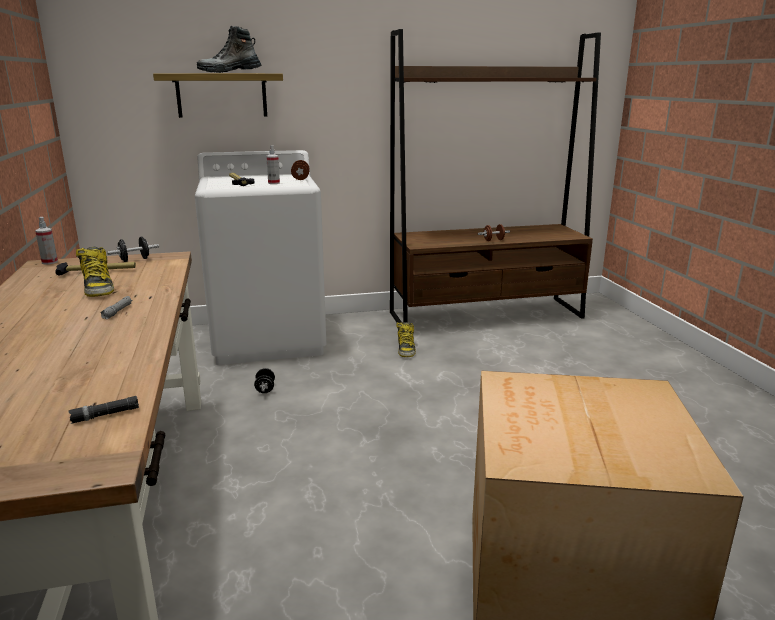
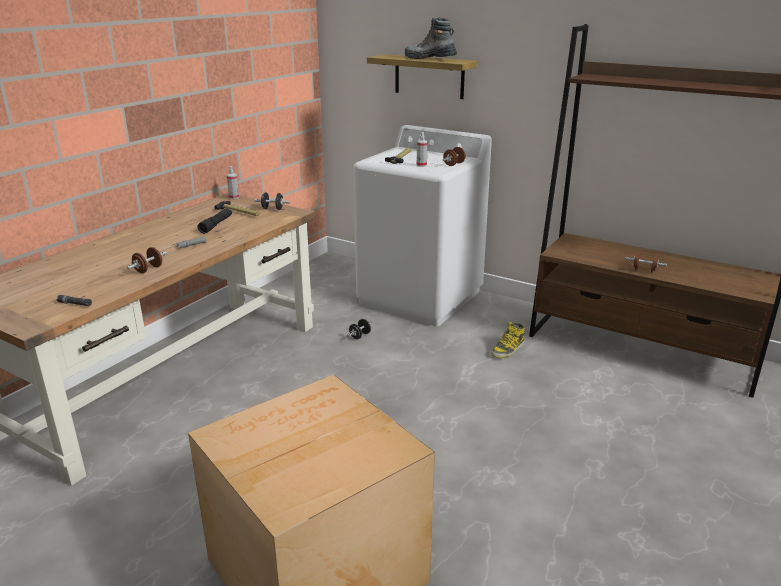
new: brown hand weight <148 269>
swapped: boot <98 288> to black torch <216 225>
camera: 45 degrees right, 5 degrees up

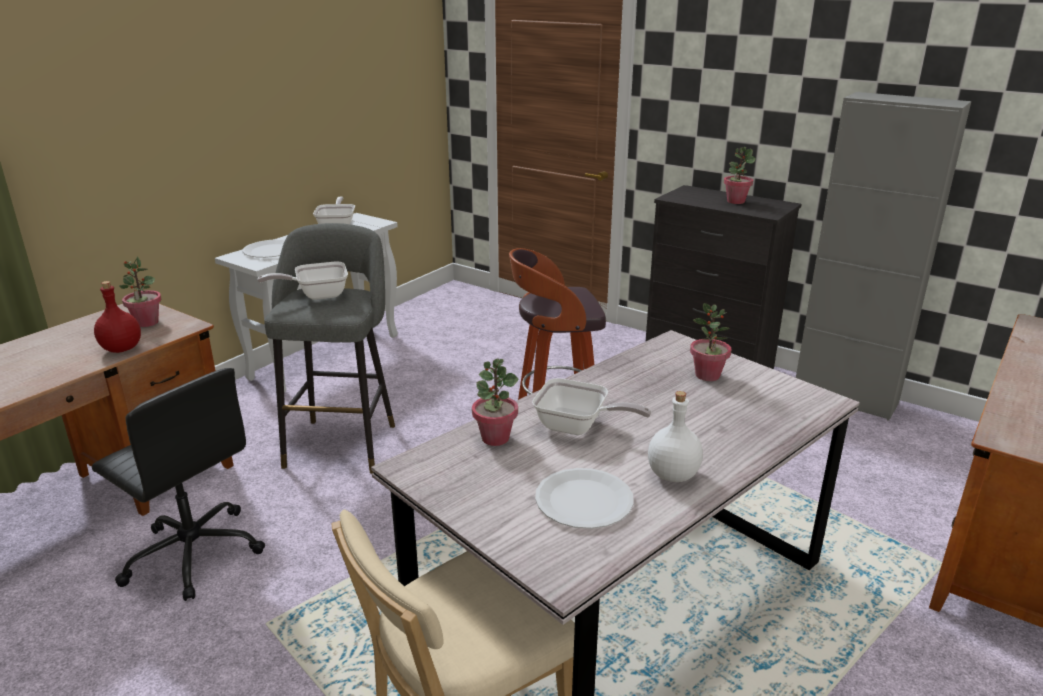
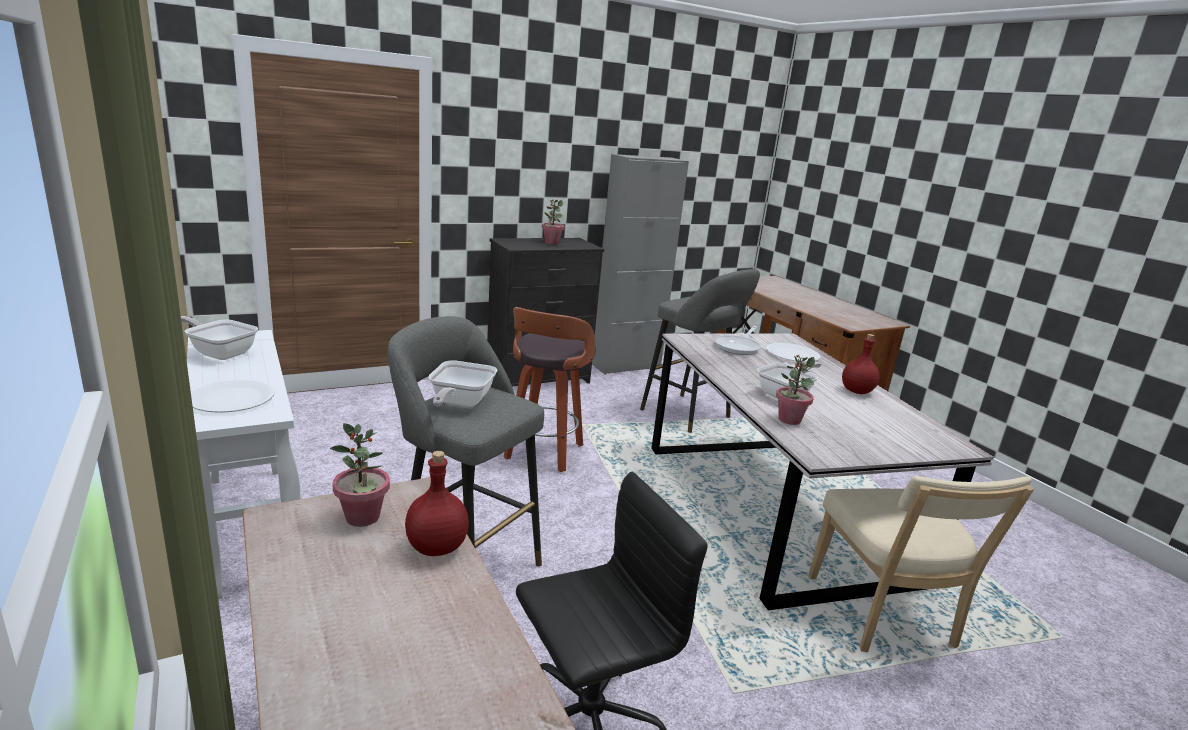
new: greyish stool seat <689 415>
shifted: white dinner plate <584 500> to <792 354>
swapped: houseplant <707 375> to frying pan <739 347>
repainted: white beverage bottle <672 474> to red beverage bottle <856 391>
camera: 65 degrees left, 5 degrees down

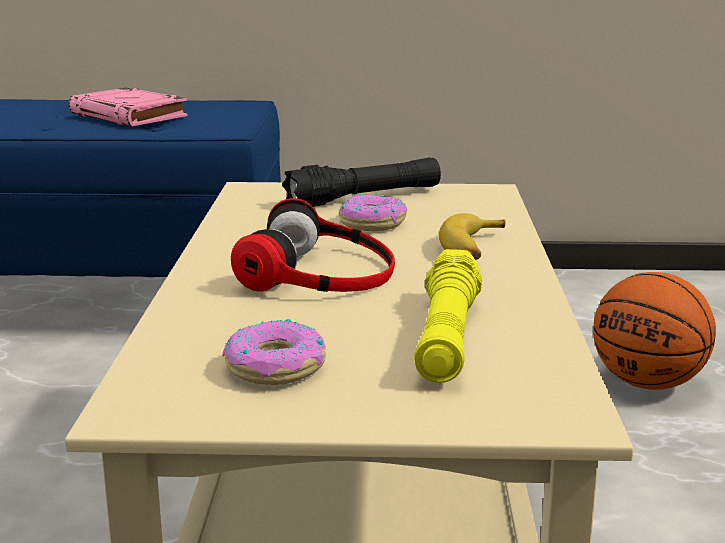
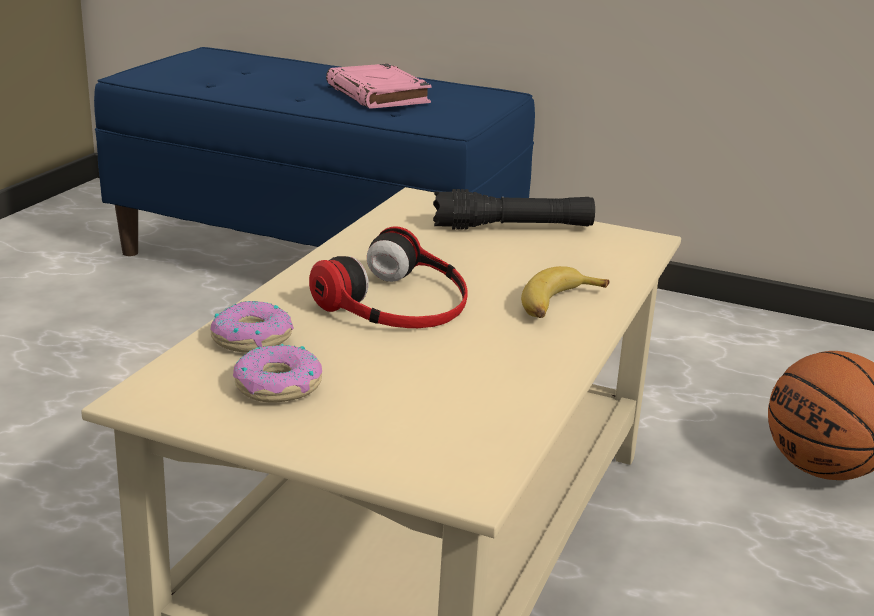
gone: yellowish torch <447 336>
shifted: doughnut <372 223> to <251 338>
camera: 20 degrees right, 5 degrees up

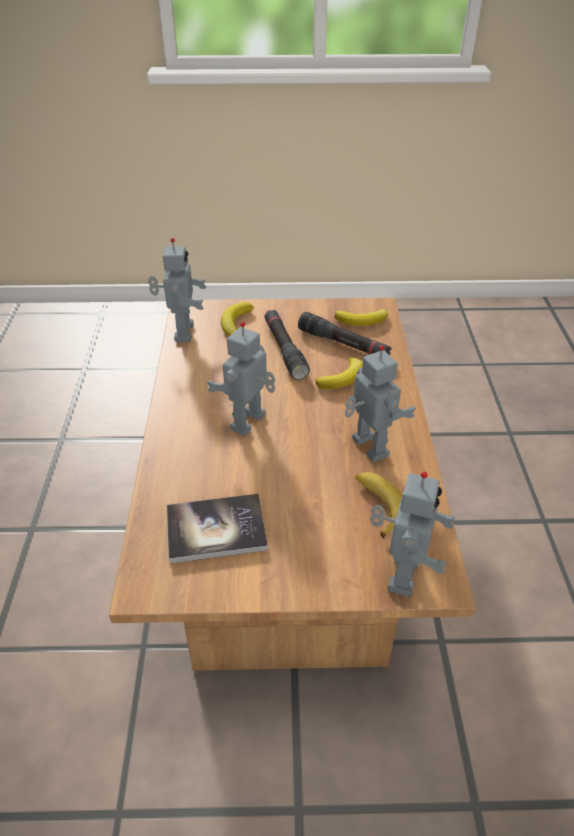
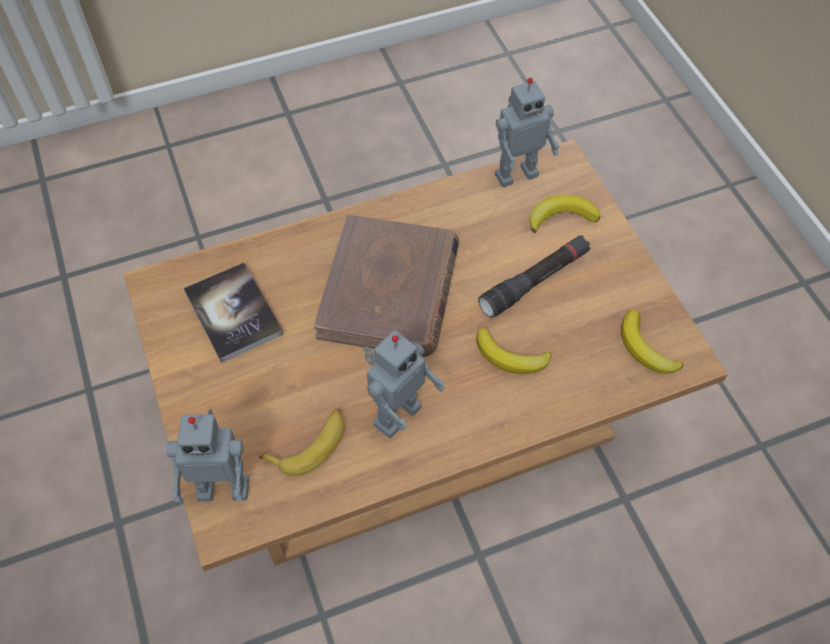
gone: black torch <343 344>
swapped: toy robot <250 423> to brown book <389 290>
camera: 70 degrees right, 15 degrees up

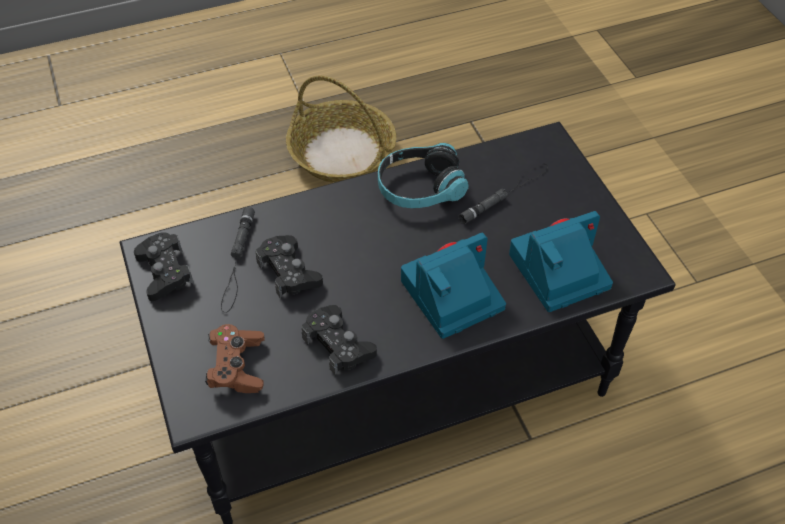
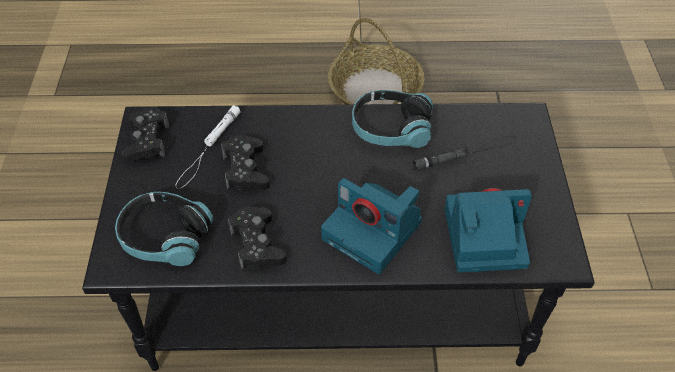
swapped: brown game controller <237 367> to headset <165 237>
repainted: black torch <238 261> to white torch <208 149>
rotated: still camera <450 296> = <374 231> 135 degrees counterclockwise
camera: 20 degrees right, 0 degrees up

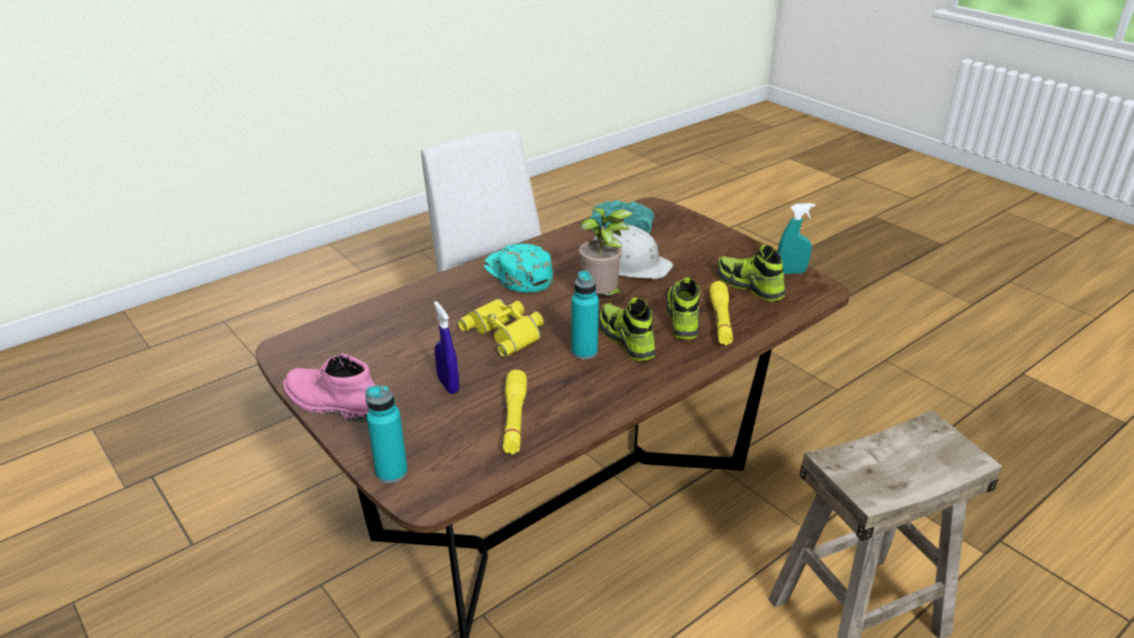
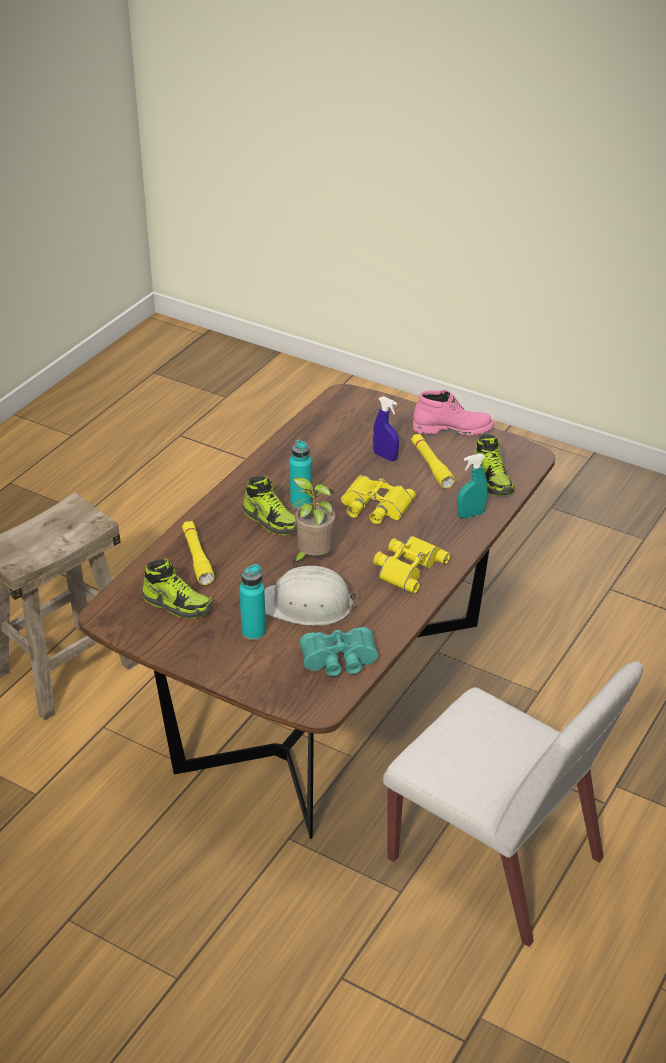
shifted: turquoise-coloured hand sprayer <791 272> to <471 514>; low shoe <682 318> to <492 480>; yellowish torch <514 419> to <431 466>; turquoise-coloured beverage bottle <391 472> to <253 632>
swapped: turquoise-coloured baseball cap <517 273> to yellowish binoculars <407 567>
camera: 160 degrees right, 5 degrees up

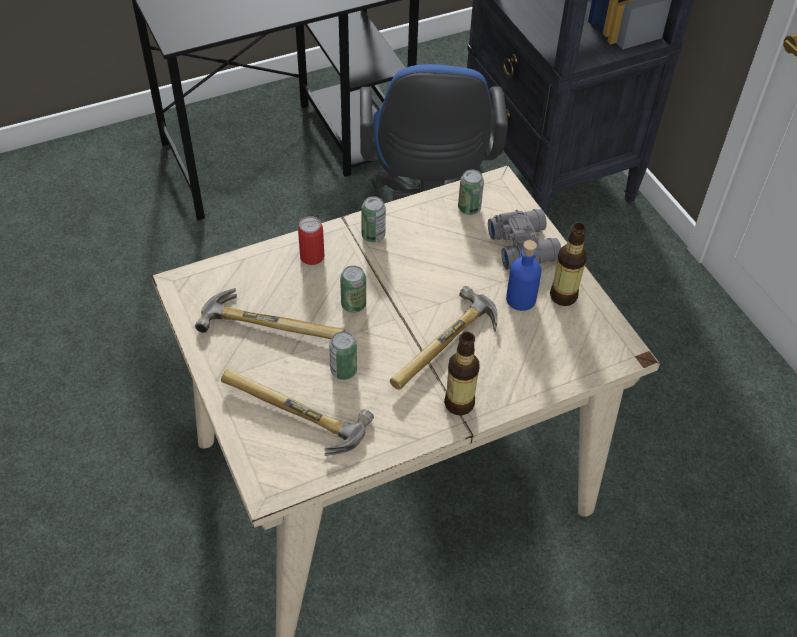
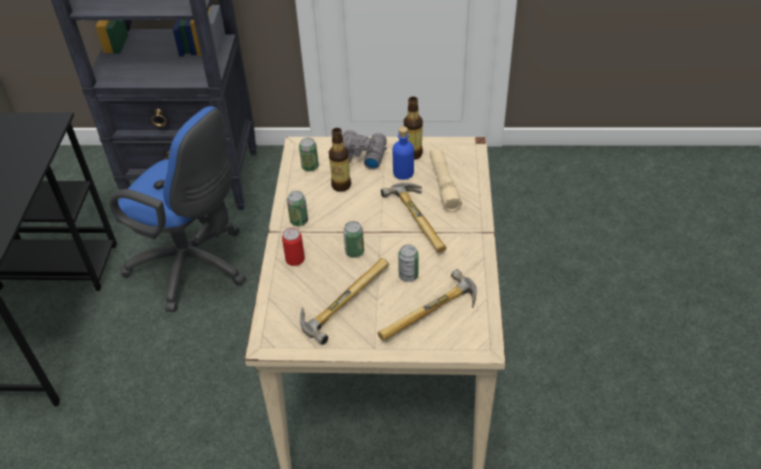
new: sand-coloured torch <443 184>
shifted: beverage bottle <459 403> to <341 185>
camera: 60 degrees left, 5 degrees down

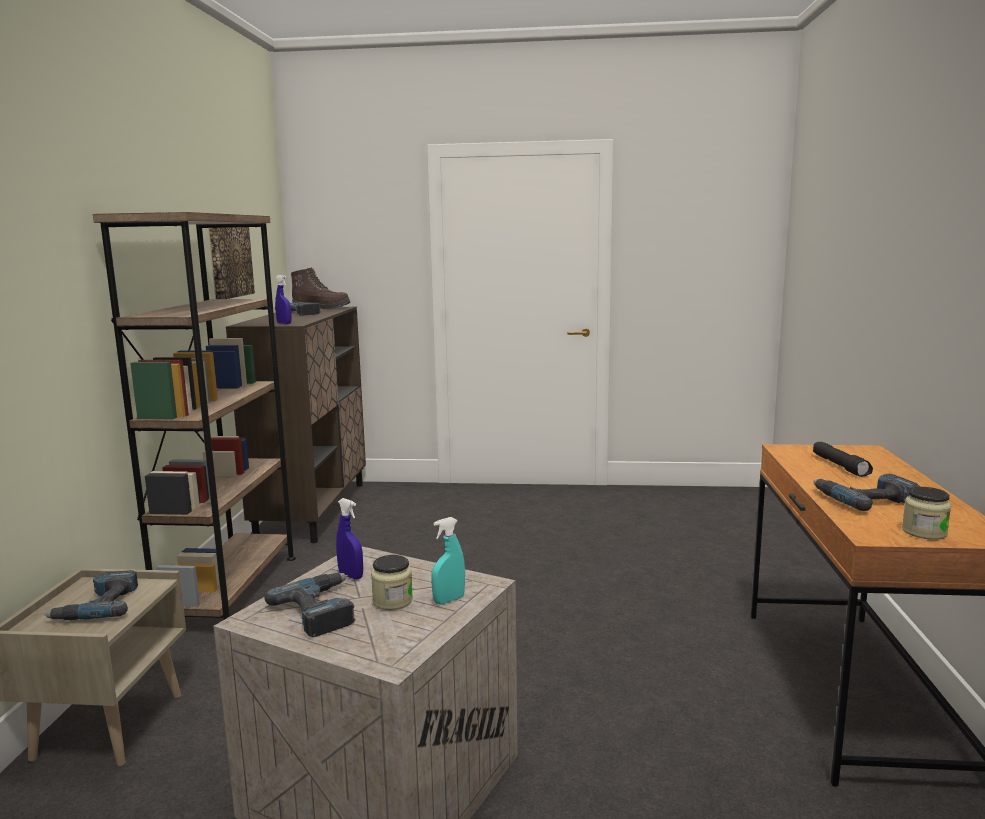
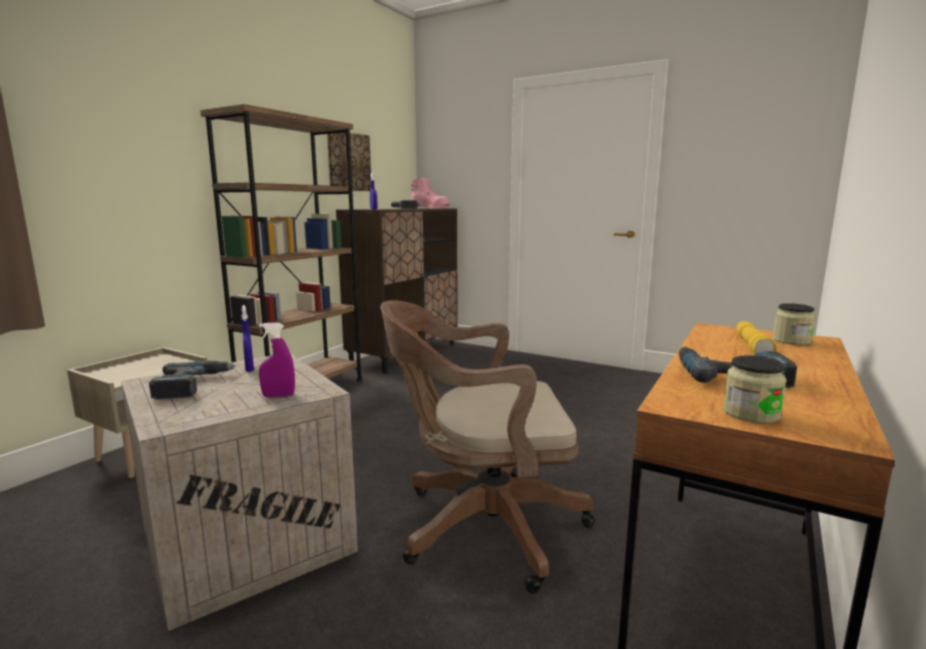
gone: drill <98 605>
new: brown computer chair <481 526>
shifted: storage jar <392 601> to <791 341>
repainted: brown boot <322 308> to pink-coloured boot <430 208>; black torch <840 466> to yellowish torch <753 347>; turquoise-coloured hand sprayer <449 600> to purple-coloured hand sprayer <278 396>
camera: 25 degrees right, 0 degrees up

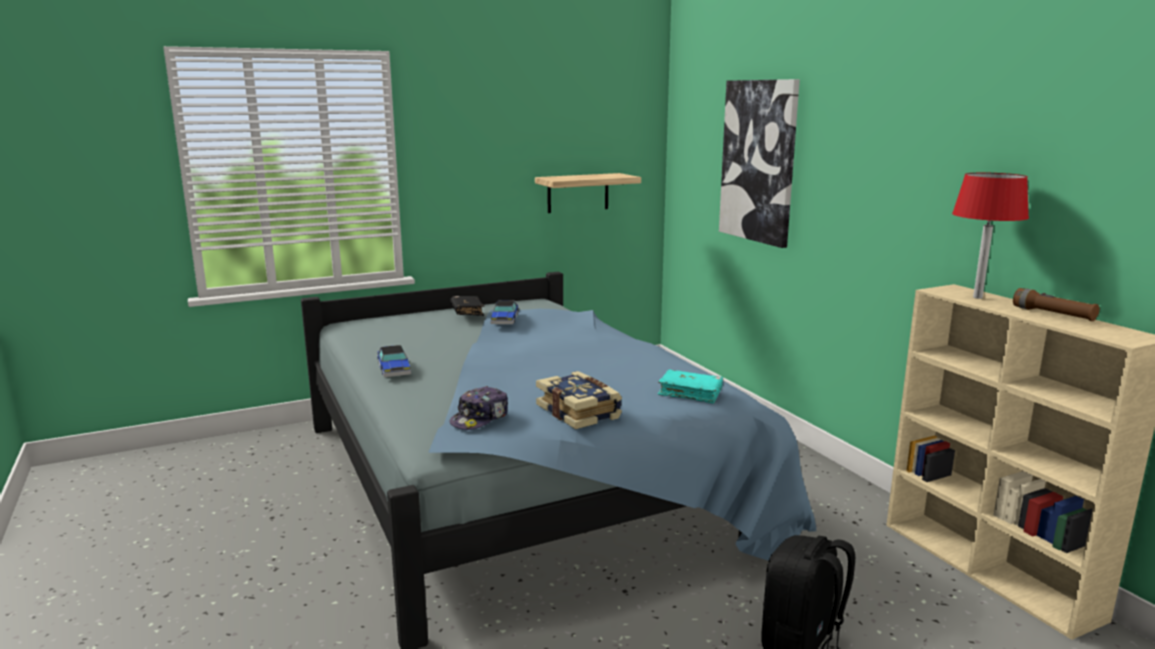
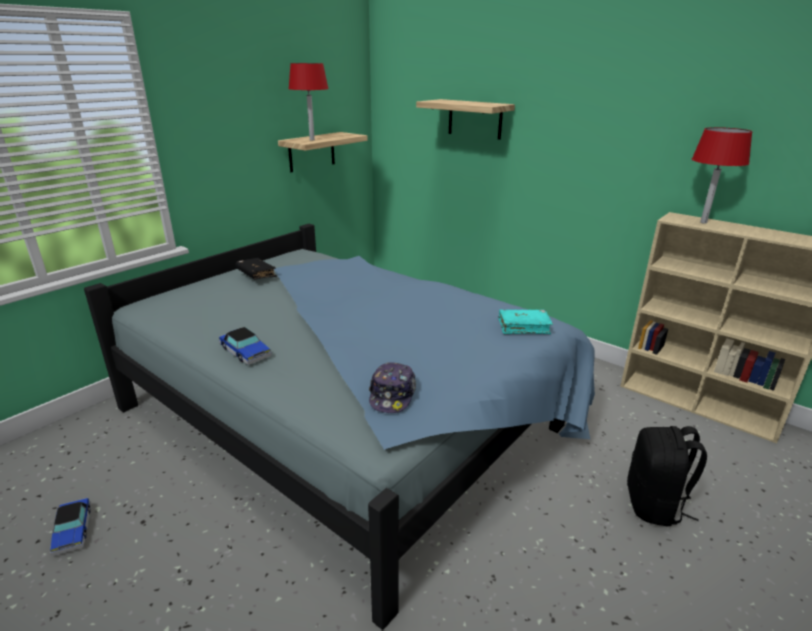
gone: brown torch <1053 314>; book <579 412>
new: red lamp for a table <312 140>
shifted: toy car <505 319> to <73 530>
swapped: wall art <758 161> to wall shelf <475 119>
camera: 25 degrees left, 10 degrees up

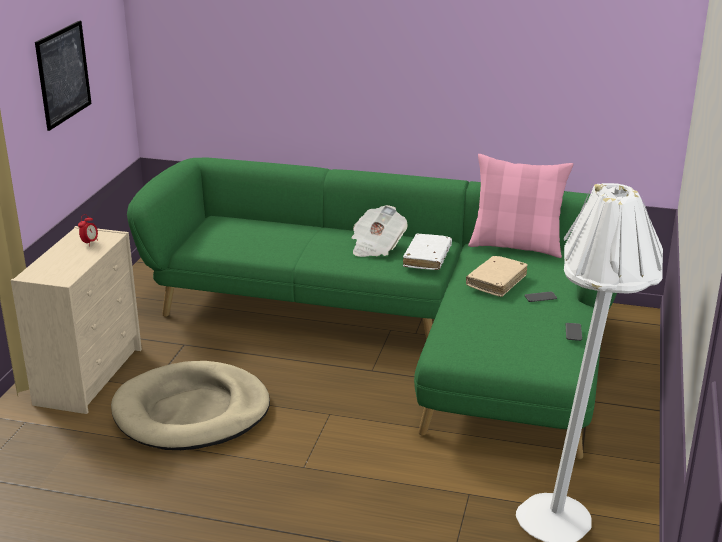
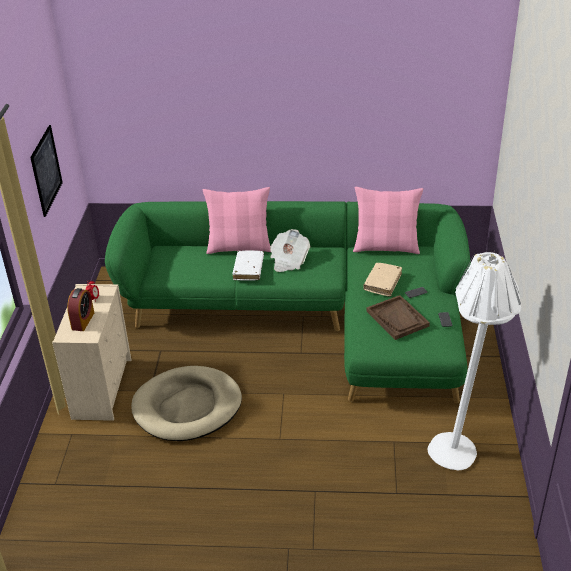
new: pink-coloured pillow <239 247>; table clock <83 321>; brown serving tray <397 319>
shifted: white book <427 258> to <248 269>
camera: 10 degrees left, 10 degrees up

